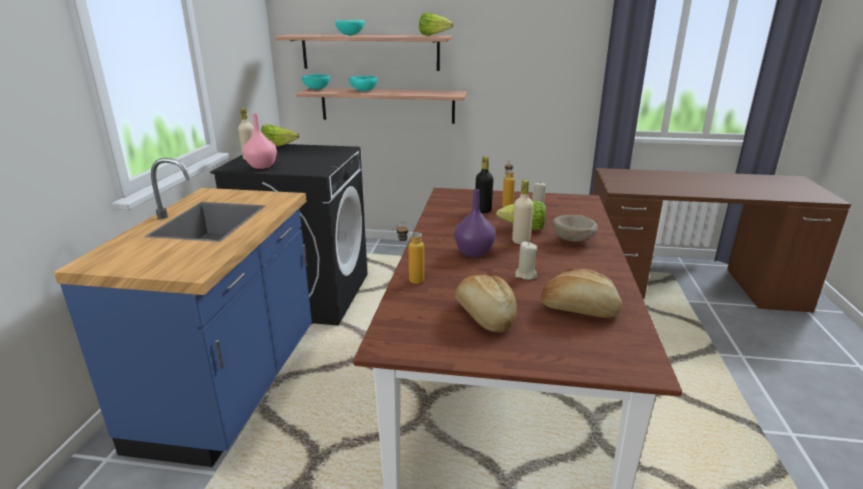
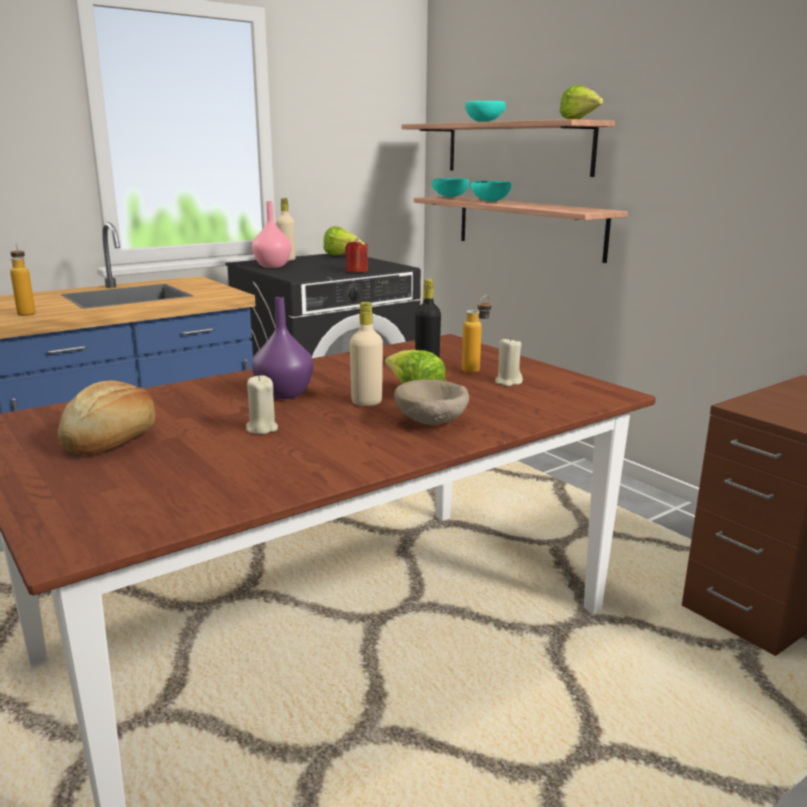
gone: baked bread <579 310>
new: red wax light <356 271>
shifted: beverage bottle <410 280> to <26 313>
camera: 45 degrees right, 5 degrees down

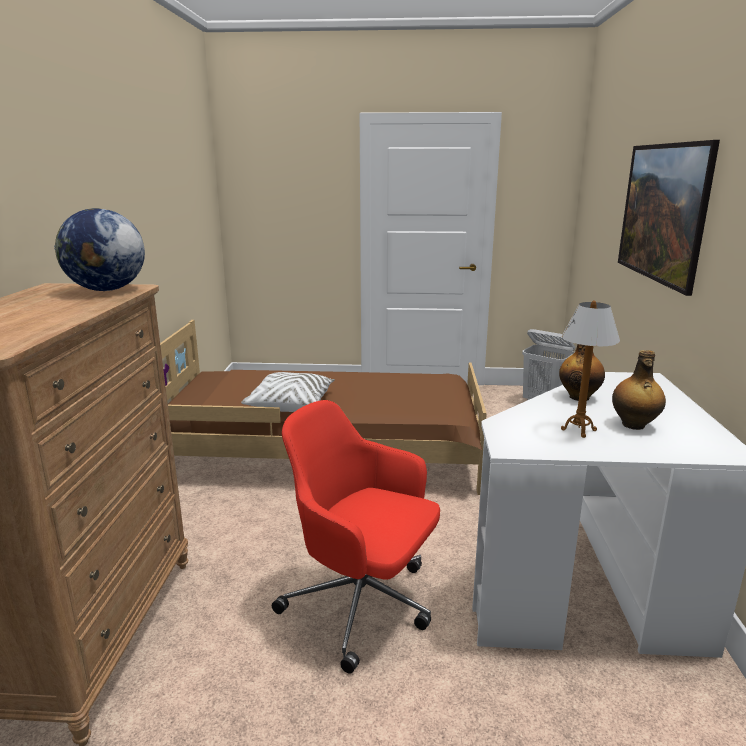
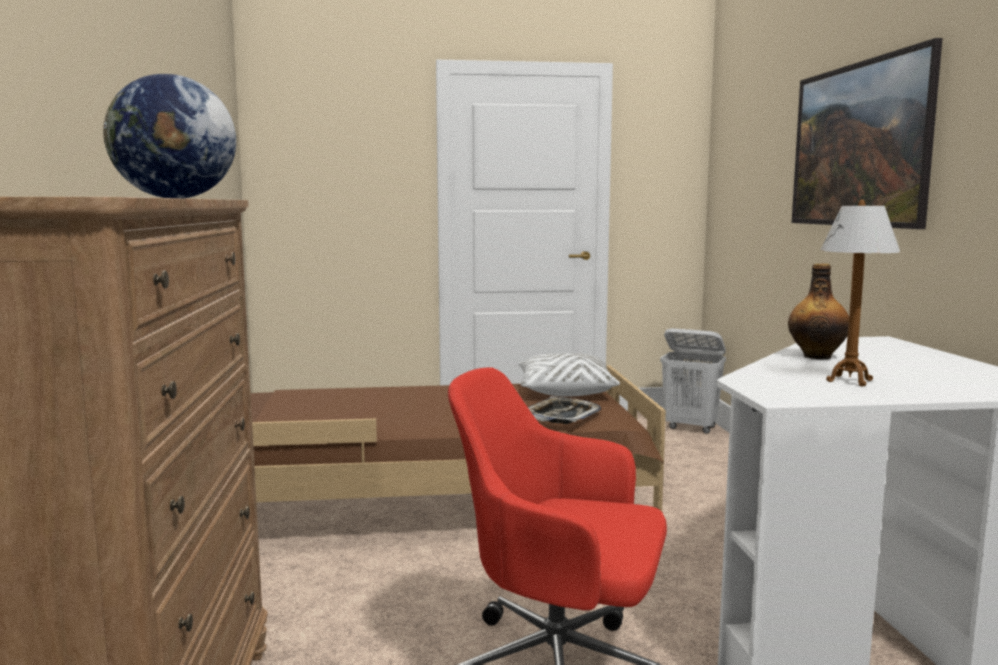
gone: beverage bottle <633 425>
new: serving tray <562 416>
shifted: white pillow <291 404> to <564 391>
camera: 10 degrees left, 10 degrees down

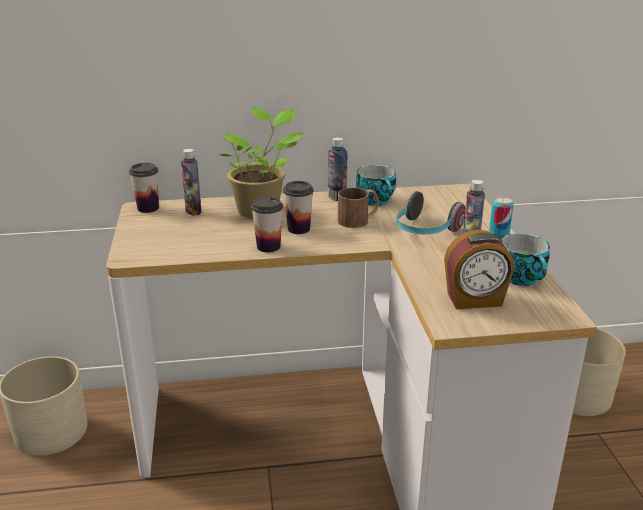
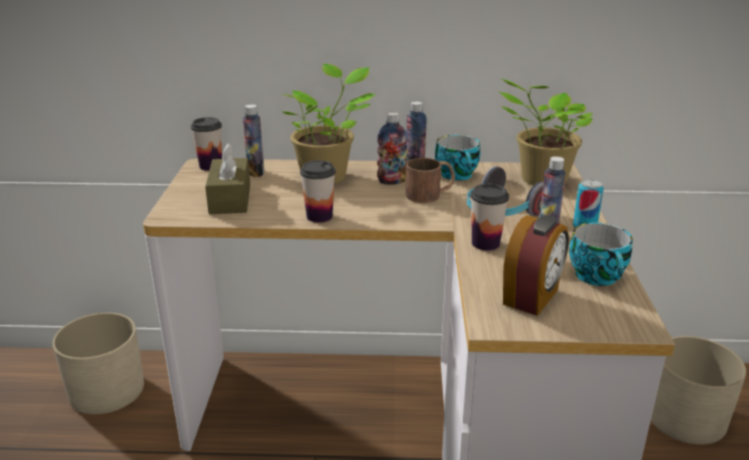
new: houseplant <540 180>; beverage bottle <392 181>; brown tissue holder <230 198>
shifted: small cup <298 229> to <485 243>
rotated: table clock <474 300> = <532 297> 60 degrees counterclockwise
camera: 10 degrees right, 0 degrees up

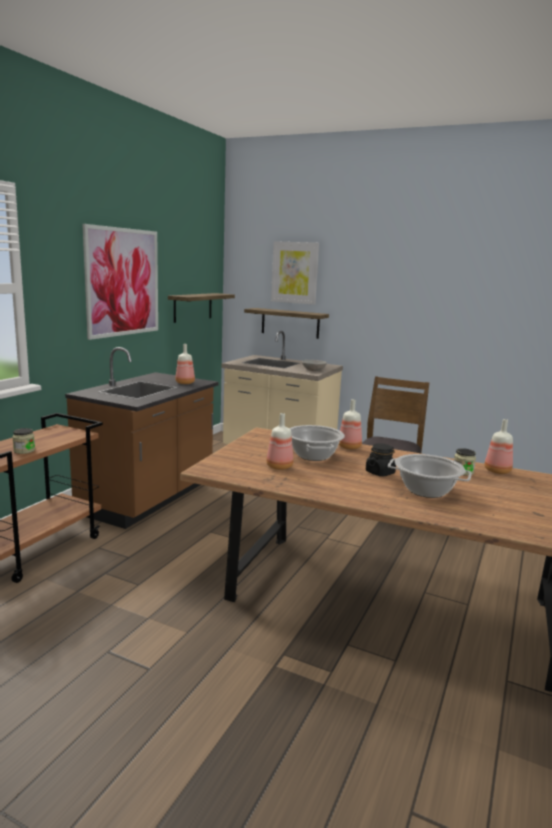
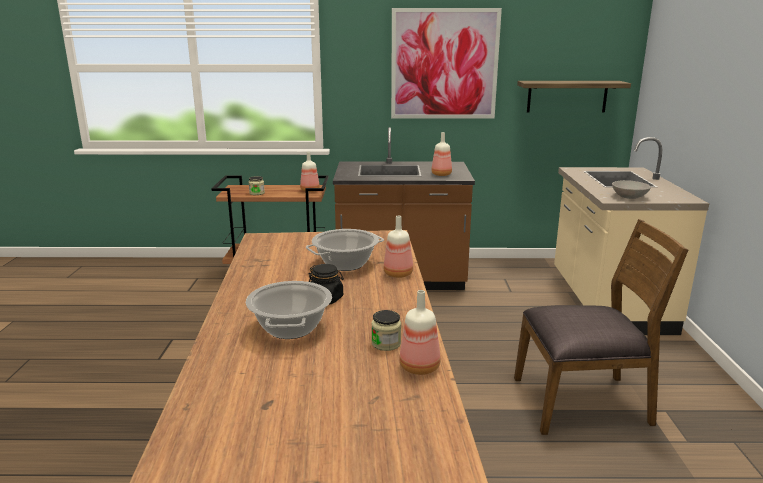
gone: wall art <295 272>; wall shelf <290 323>
shifted: beverage bottle <278 467> to <309 190>
camera: 65 degrees right, 5 degrees up

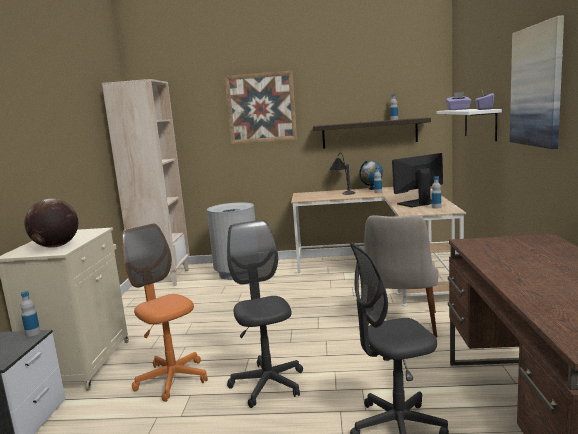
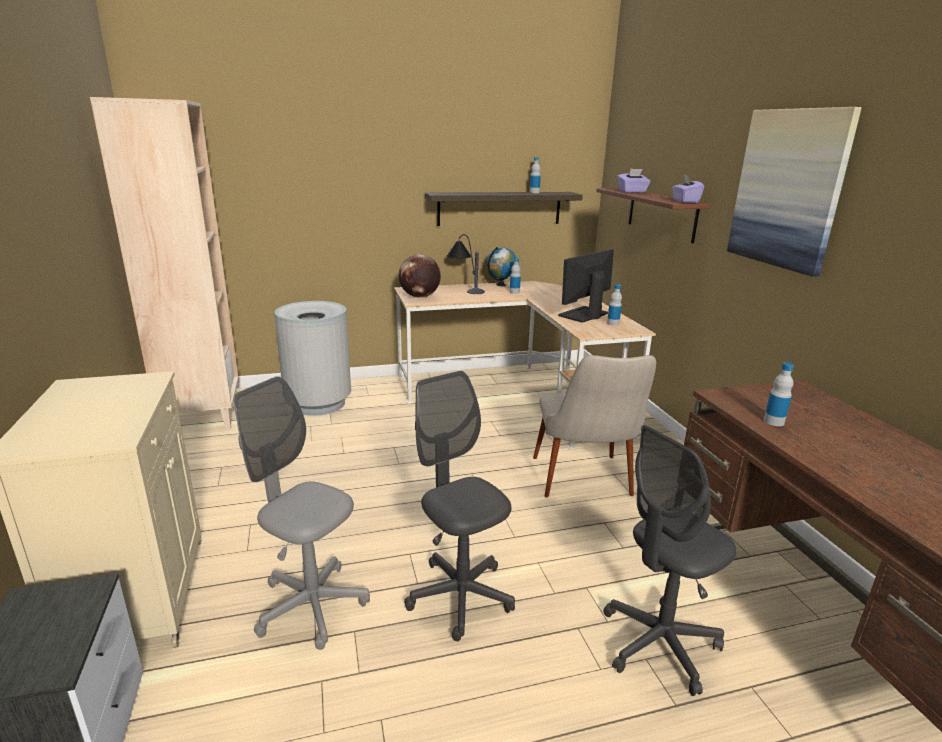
gone: wall art <261 108>
shifted: world globe <56 246> to <419 297>; beverage bottle <33 333> to <774 421>
repainted: white wall shelf <480 123> to brown wall shelf <661 214>; orange-coloured computer chair <172 379> to greyish computer chair <311 606>
camera: 20 degrees left, 10 degrees up

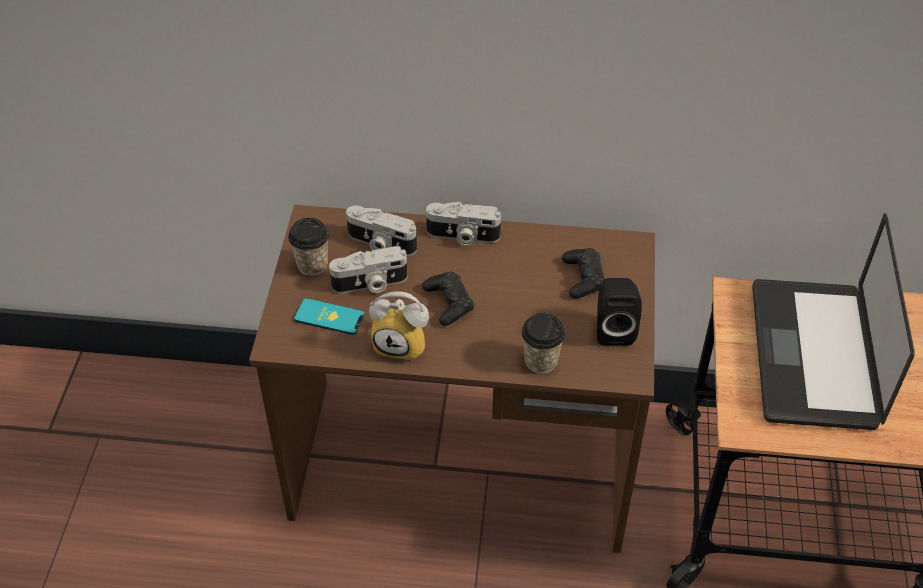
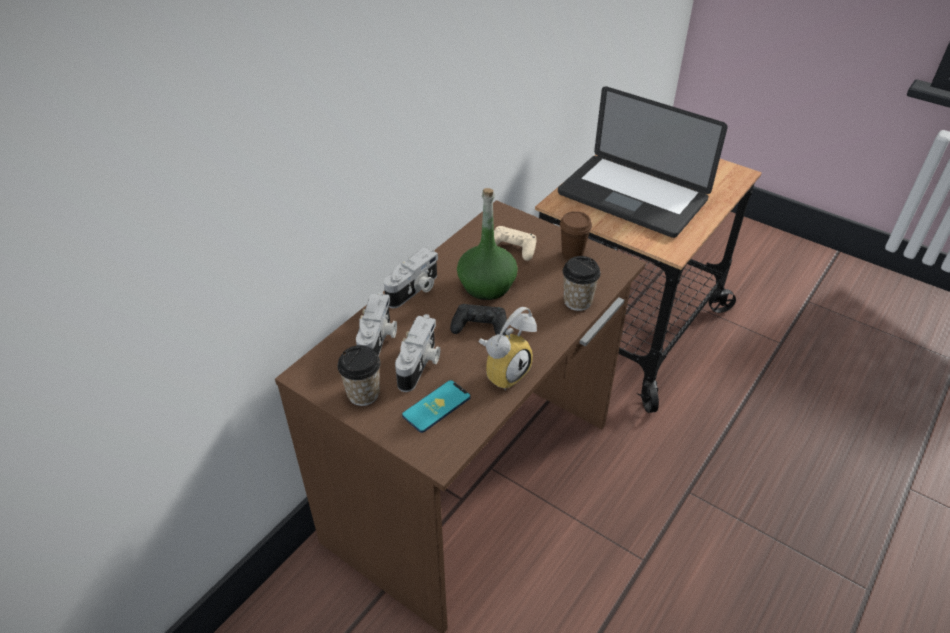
new: green beverage bottle <486 285>
swapped: black audio speaker <613 329> to brown small cup <572 254>
repainted: black game controller <583 278> to sand-coloured game controller <512 248>
rotated: still camera <380 244> = <378 340> 45 degrees counterclockwise
camera: 60 degrees left, 5 degrees down

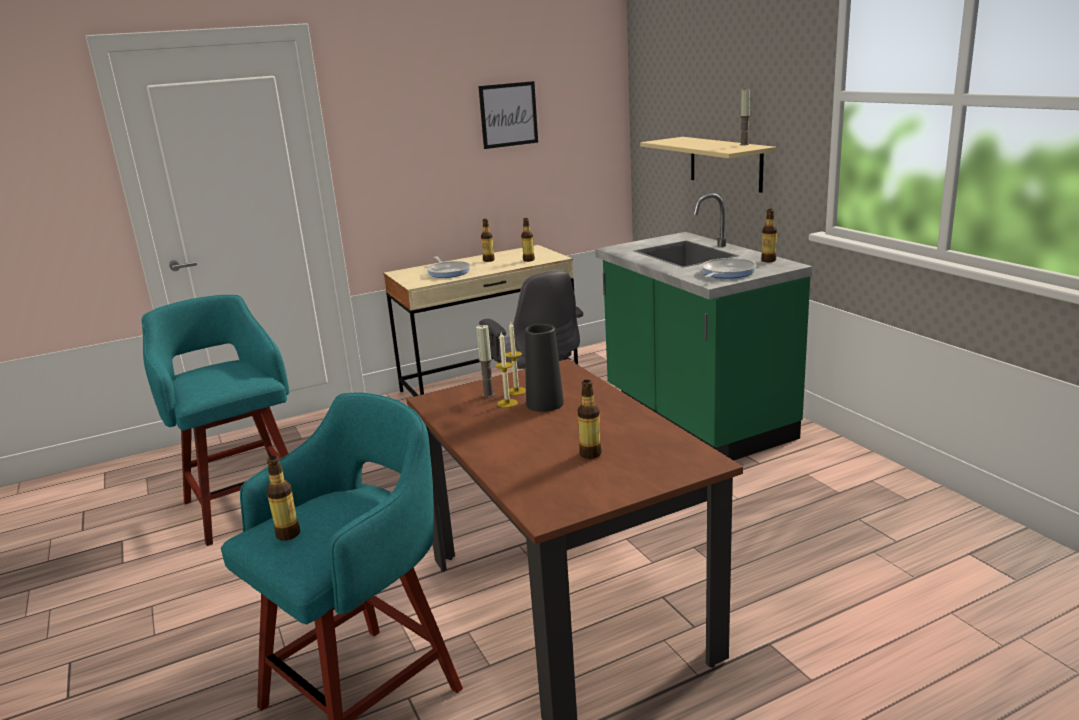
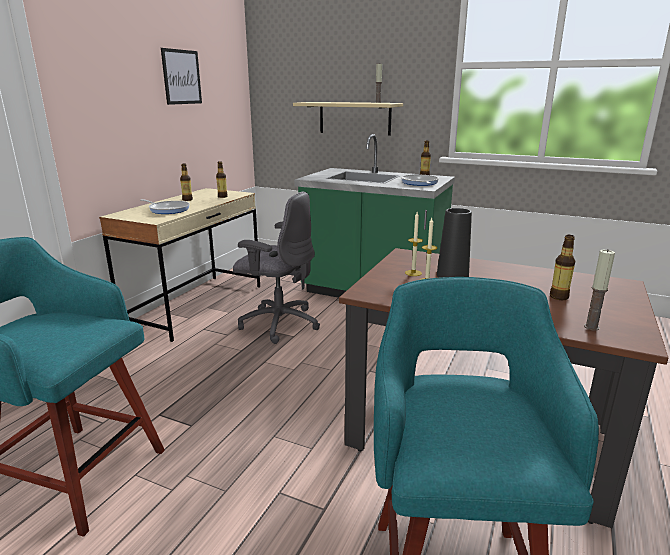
gone: beverage bottle <288 534>
shifted: wax light <488 395> to <591 327>
camera: 40 degrees left, 0 degrees up

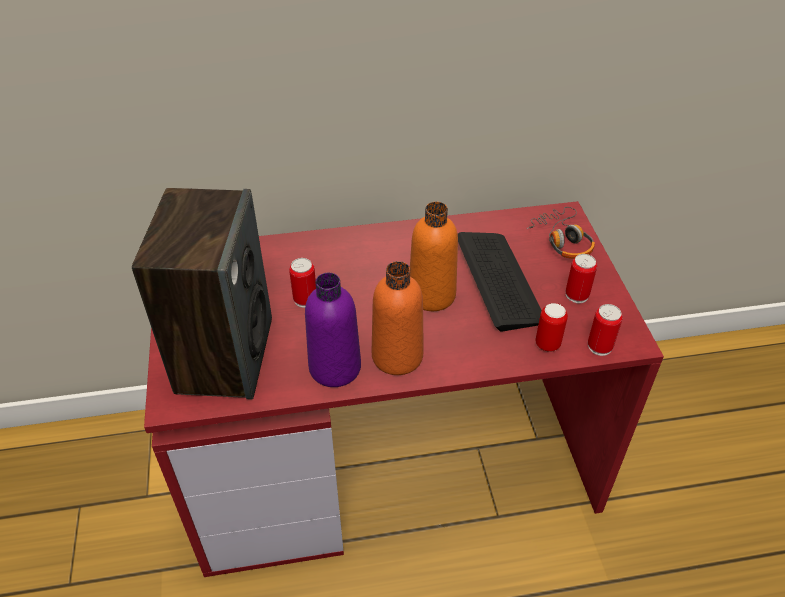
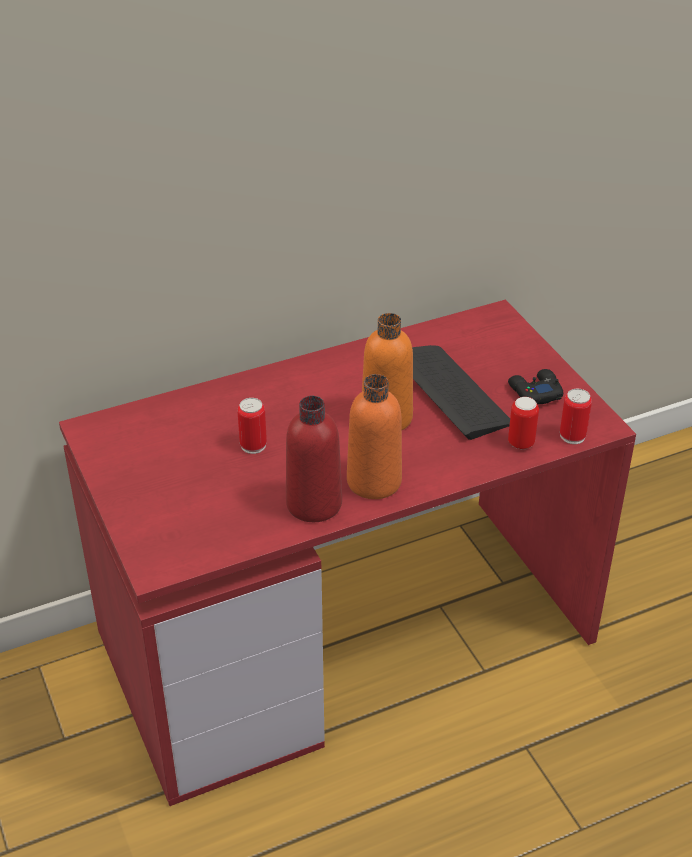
gone: audio speaker <224 354>; headset <563 240>
swapped: metal can <577 295> to black game controller <534 392>
repainted: purple-coloured beverage bottle <335 368> to red beverage bottle <314 504>
camera: 15 degrees left, 5 degrees down

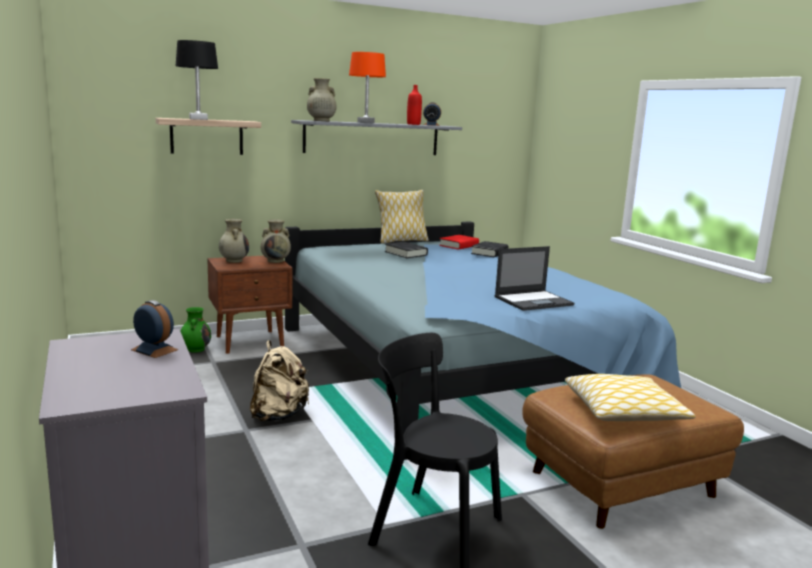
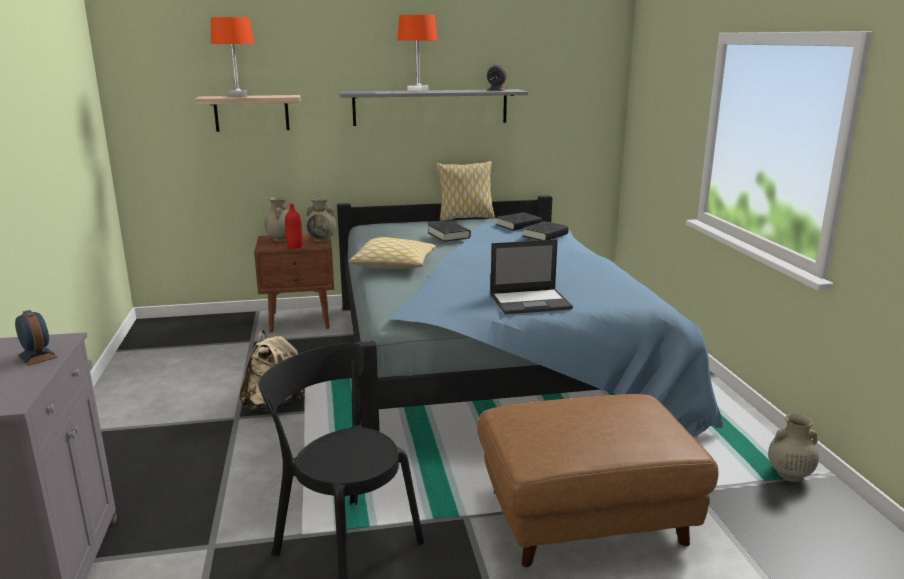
gone: green flower vase <196 349>
shifted: sand-coloured flower vase <321 121> to <789 475>; red beverage bottle <413 124> to <294 246>; pillow <624 411> to <394 265>
repainted: black lamp for a table <198 119> to orange-coloured lamp for a table <238 96>; red book <459 245> to black book <518 225>
camera: 15 degrees right, 5 degrees up

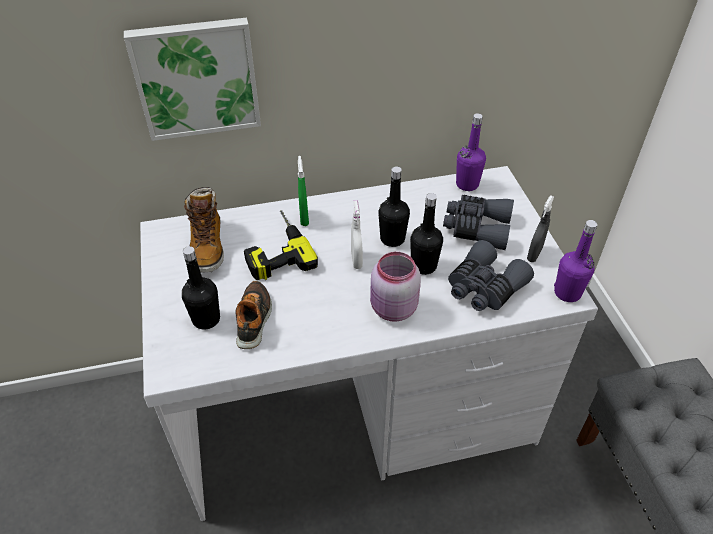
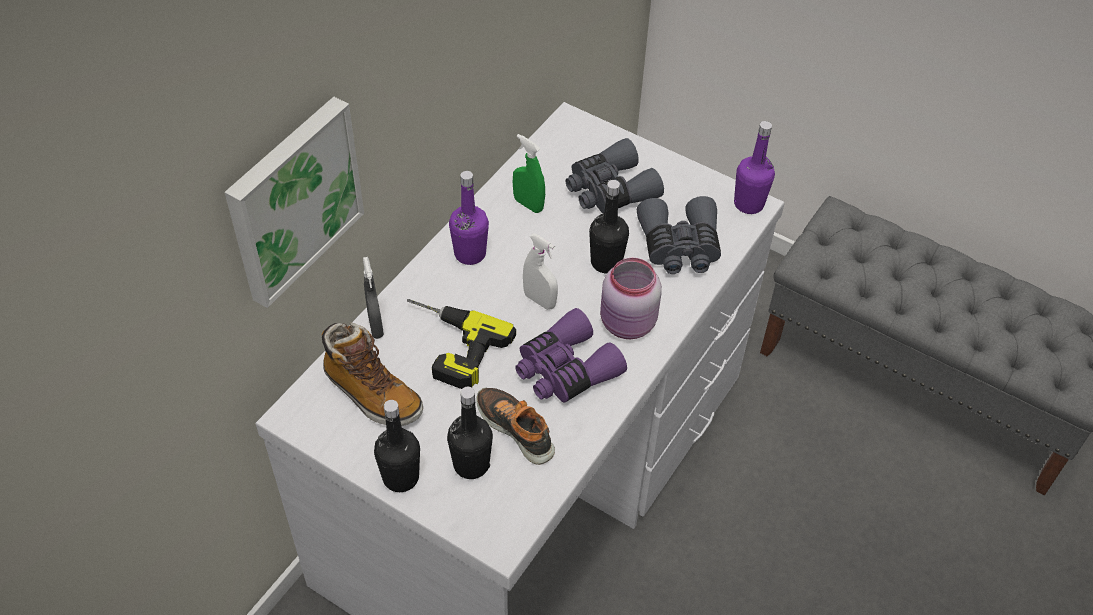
new: purple-coloured binoculars <565 370>
shifted: purple-coloured beverage bottle <467 184> to <470 254>; green hand sprayer <304 218> to <528 204>; black beverage bottle <392 239> to <401 477>; greyish hand sprayer <534 254> to <375 326>
camera: 45 degrees left, 5 degrees up

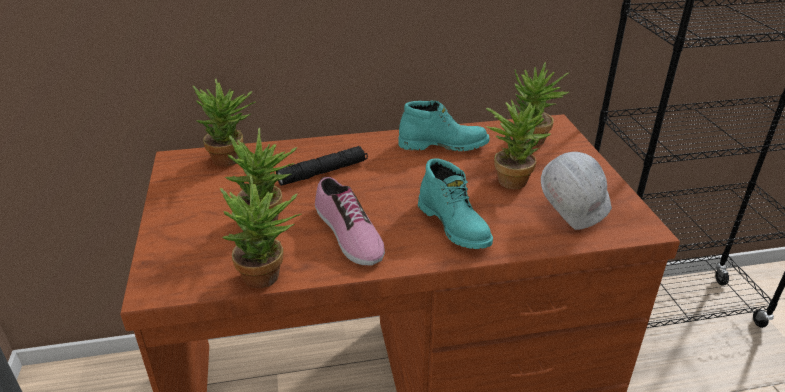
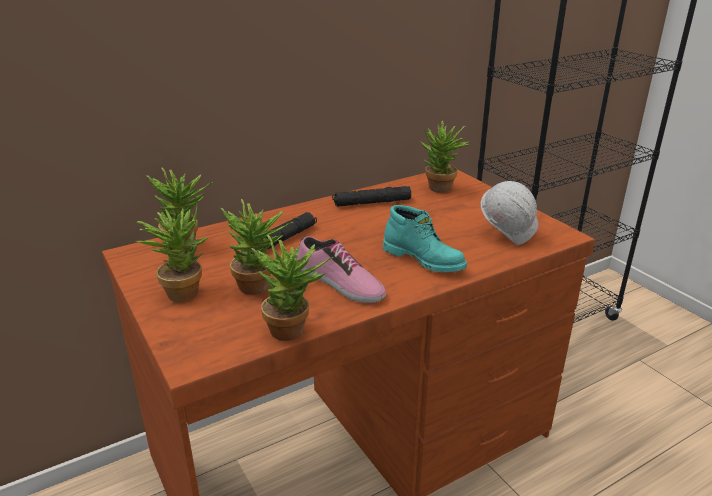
shifted: houseplant <511 178> to <182 290>
swapped: turquoise-coloured boot <443 145> to black torch <371 203>
camera: 20 degrees left, 5 degrees down

